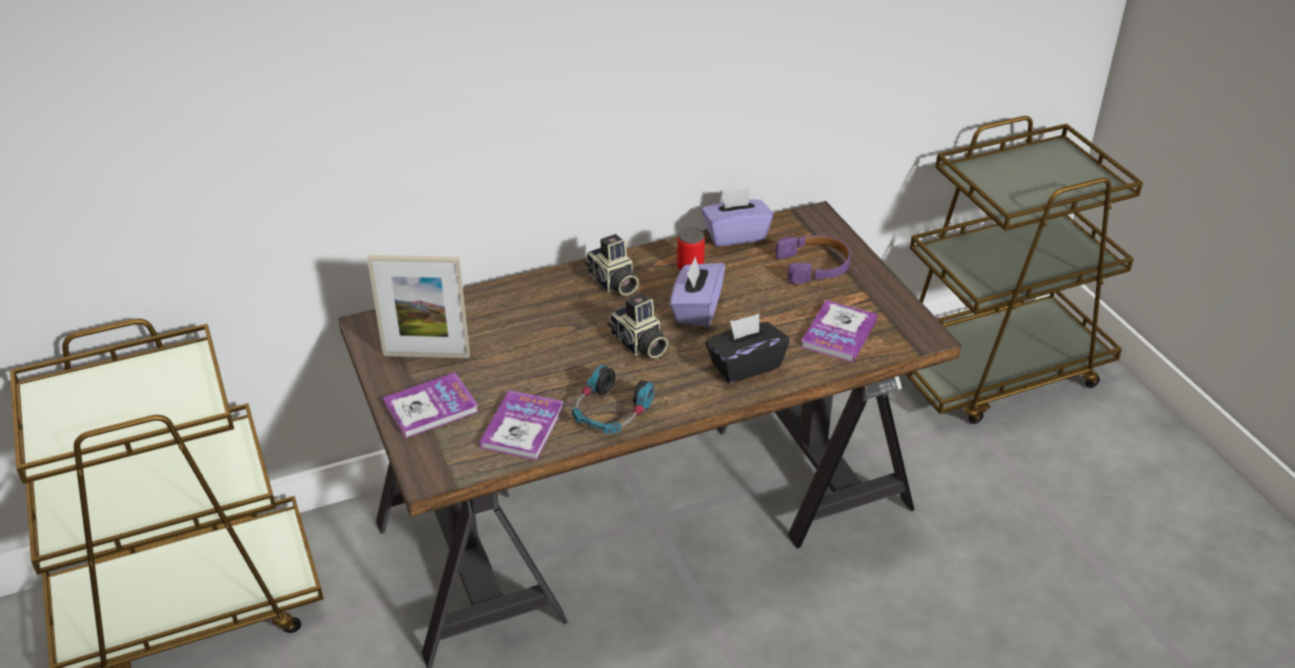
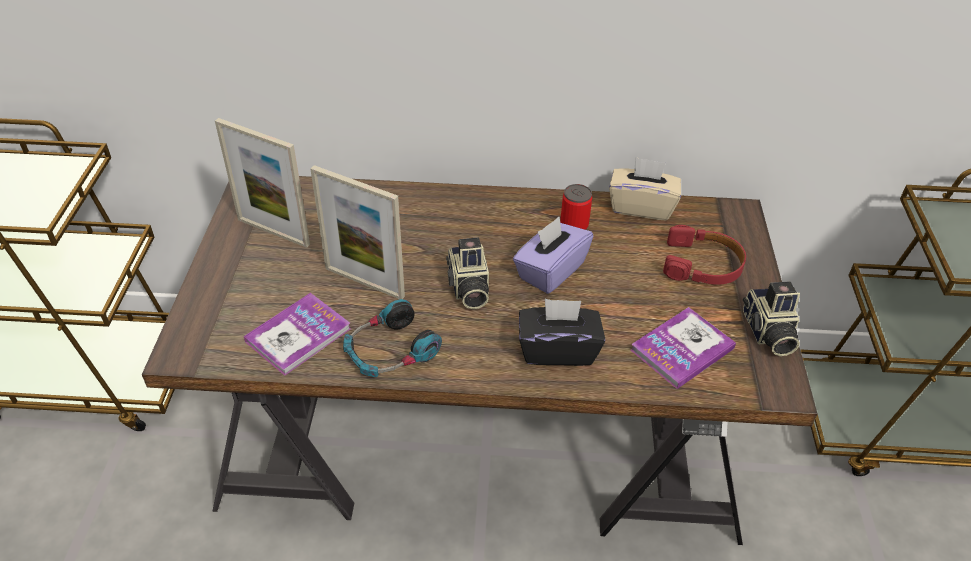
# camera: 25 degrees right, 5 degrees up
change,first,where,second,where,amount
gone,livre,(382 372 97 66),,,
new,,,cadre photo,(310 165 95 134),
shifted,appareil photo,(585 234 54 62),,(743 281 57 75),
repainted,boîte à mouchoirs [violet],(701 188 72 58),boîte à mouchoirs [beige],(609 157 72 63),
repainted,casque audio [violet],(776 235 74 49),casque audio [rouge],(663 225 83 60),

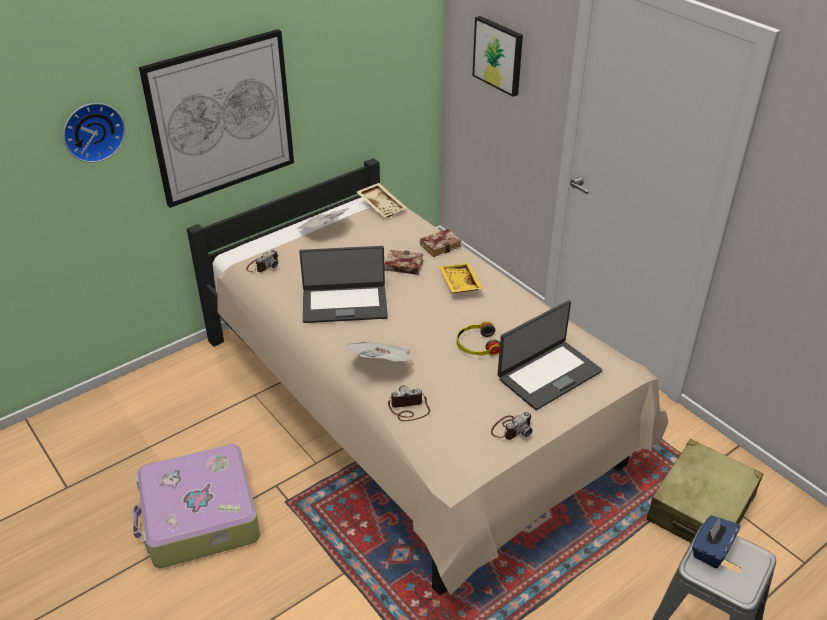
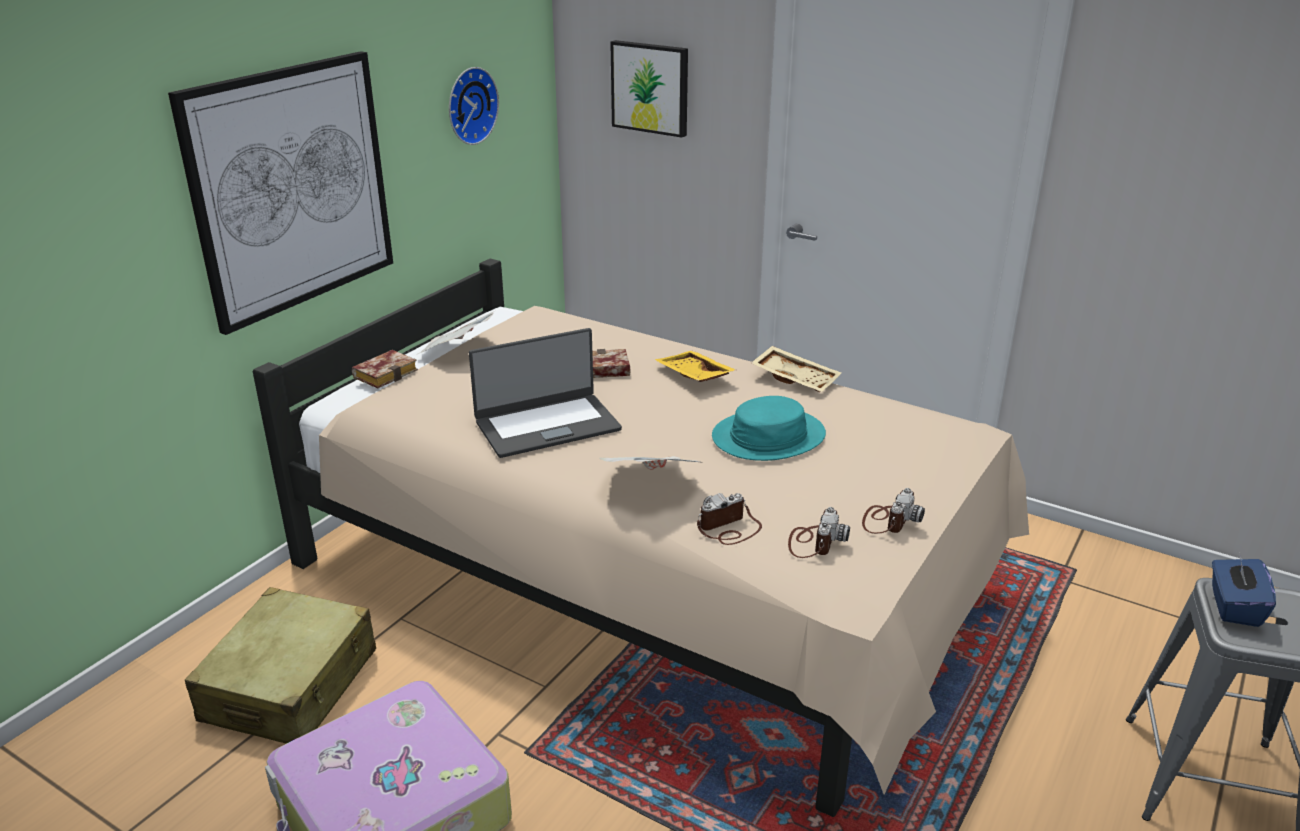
# camera: 20 degrees left, 10 degrees down
change,first,where,second,where,amount
gone,ordinateur portable,(498 300 105 110),,,
shifted,horloge murale,(63 103 62 60),,(449 67 50 78),
shifted,appareil photo,(246 249 32 23),,(788 507 62 51),
shifted,plateau [beige],(357 183 50 34),,(751 346 90 46),
shifted,livre,(420 229 42 28),,(352 350 66 38),
shifted,valise [beige],(646 439 117 104),,(185 587 191 156),
swapped,casque audio,(457 321 43 35),chapeau [turquoise],(712 396 114 65),

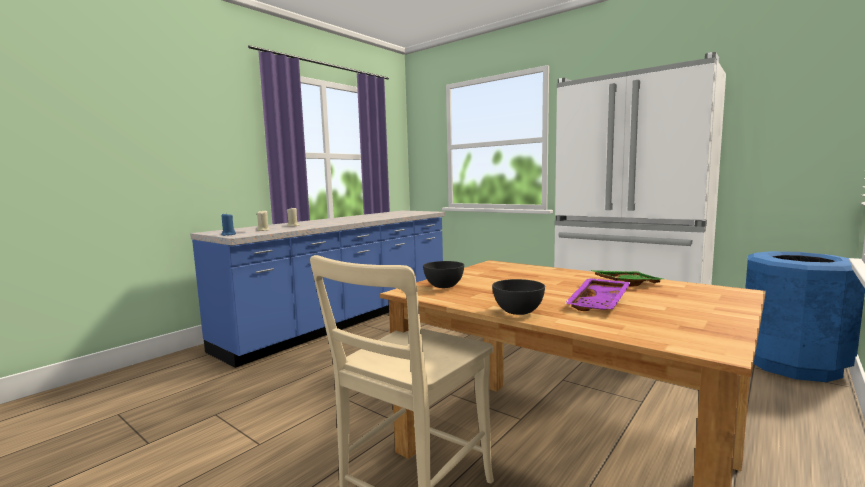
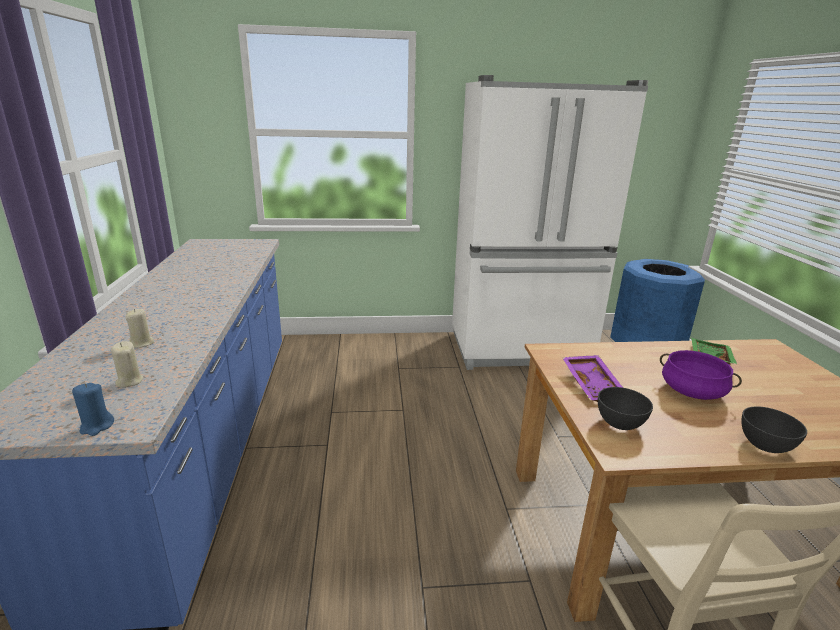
# camera: 45 degrees left, 15 degrees up
change,first,where,second,where,amount
new,,,marmite [violet],(660 350 82 50),
shifted,plateau [violet],(564 278 67 33),,(562 355 61 47),

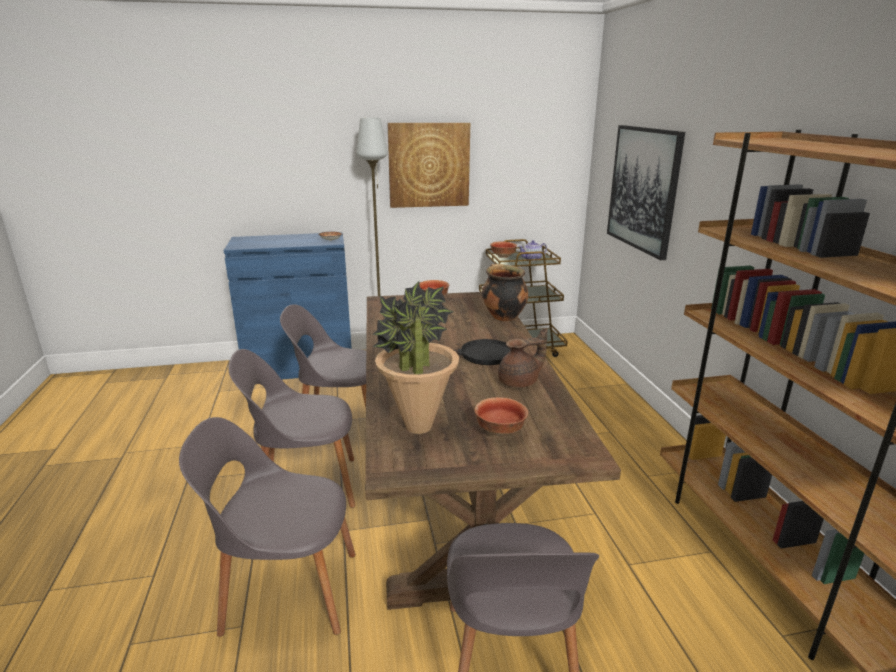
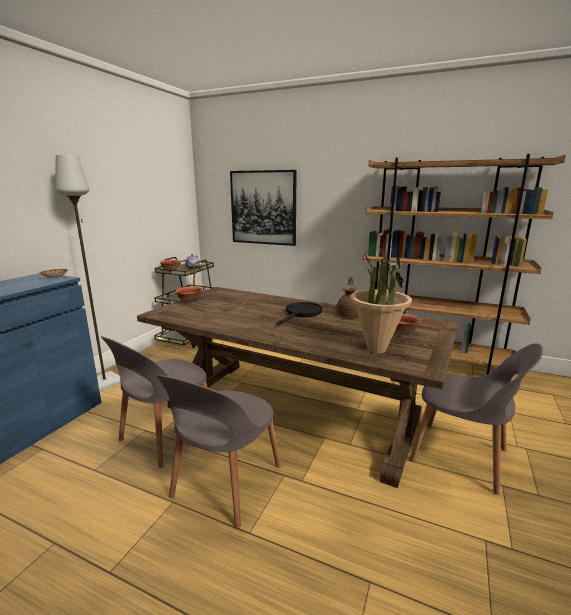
# camera: 55 degrees left, 5 degrees down
change,first,where,second,where,amount
gone,chaise [gris],(179 417 176 220),,,
gone,tableau,(388 123 82 85),,,
gone,marmite,(482 264 46 57),,,

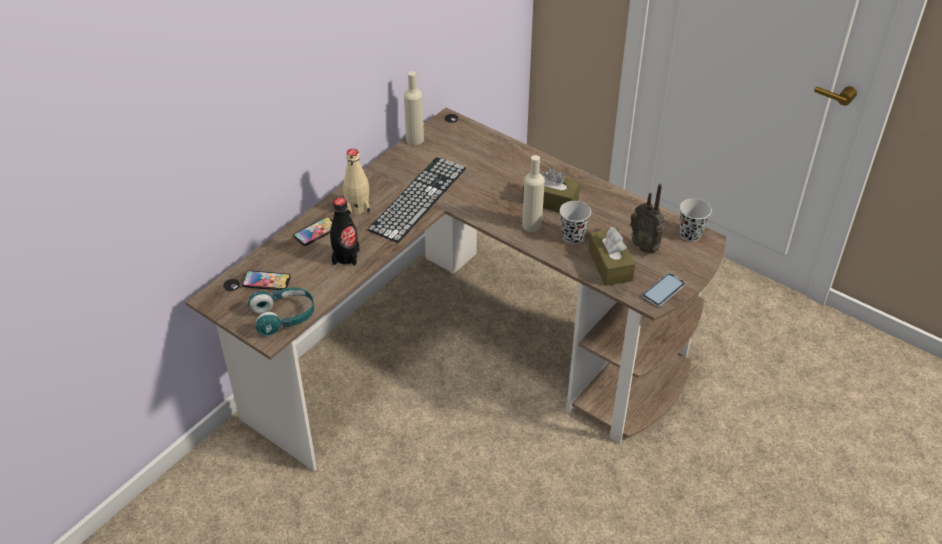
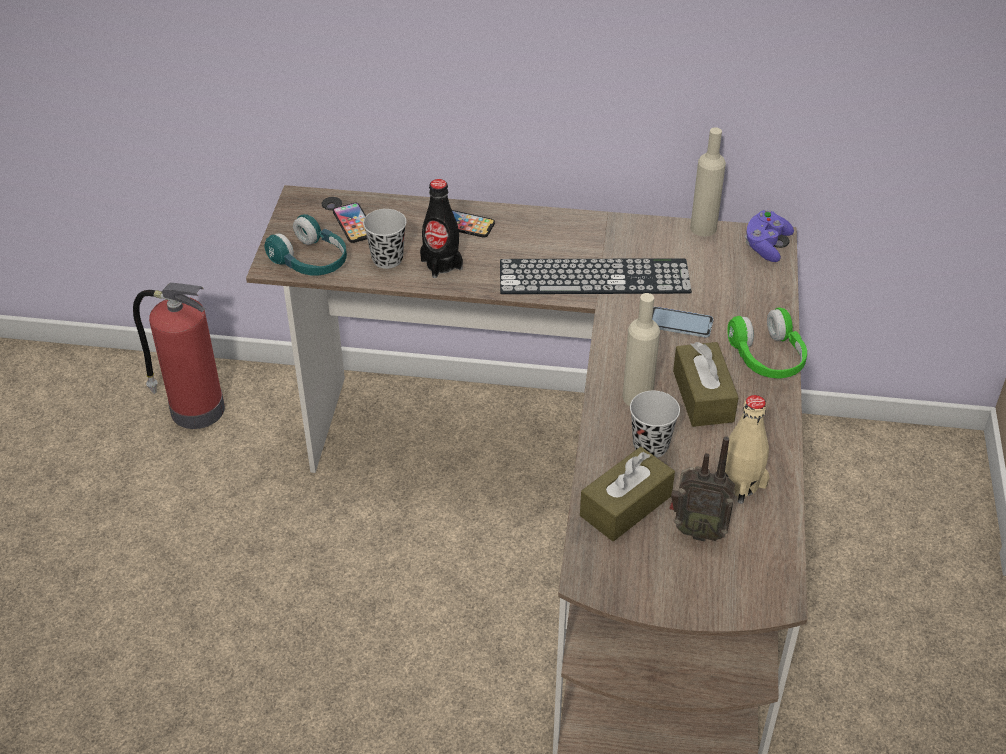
# camera: 60 degrees right, 0 degrees up
change,first,where,second,where,amount
new,,,extincteur,(133 283 92 146),
new,,,casque audio [vert],(727 308 80 70),
new,,,manette [violet],(745 210 49 52),
shifted,bouteille [beige],(343 149 27 66),,(716 395 53 109),
shifted,téléphone,(642 273 43 34),,(652 307 61 31),
shifted,tasse [noir],(680 198 32 44),,(363 209 44 60),
rotated,radio,(630 184 35 70),,(669 436 66 106),90 degrees counterclockwise

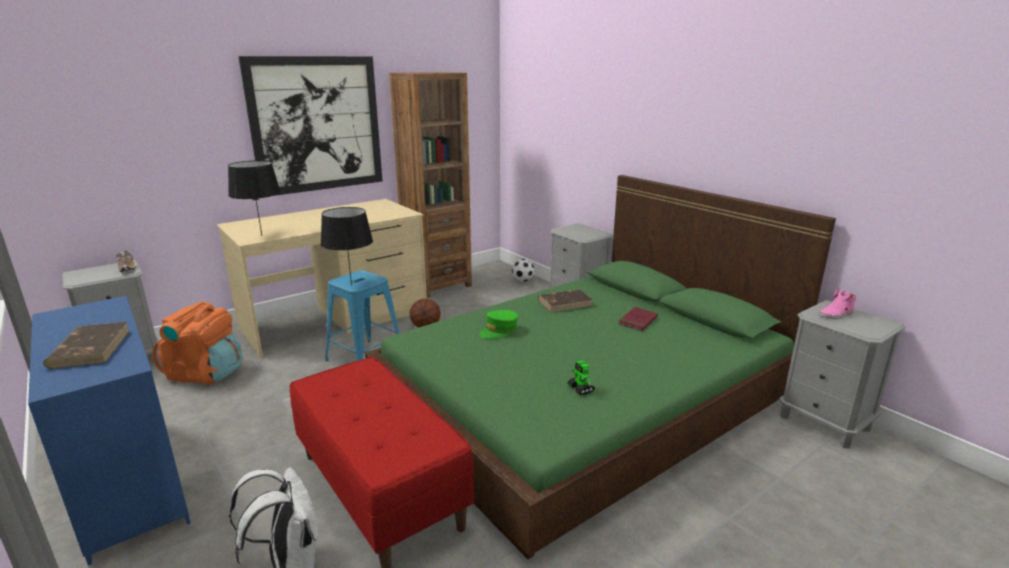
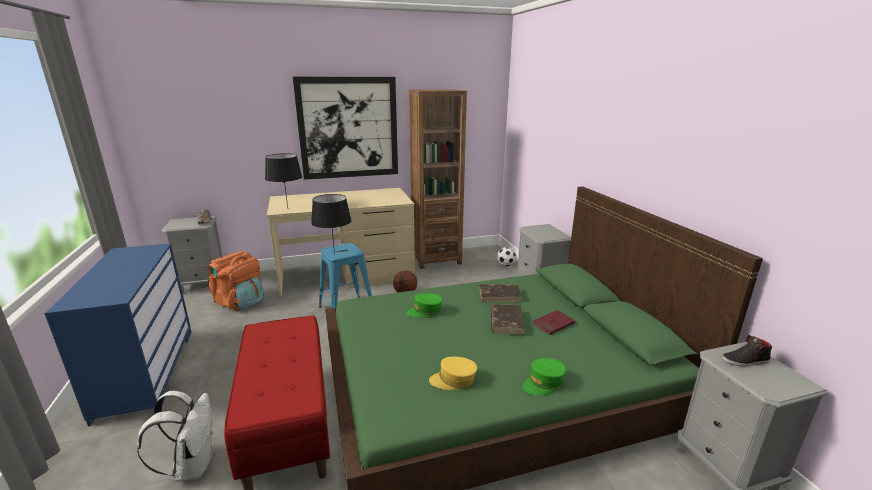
# camera: 20 degrees right, 0 degrees up
change,first,where,second,where,amount
new,,,casquette [vert],(523 358 43 38),
shifted,livre [marron],(43 322 87 47),,(490 304 35 31),
swapped,robot jouet,(567 360 28 35),casquette [jaune],(429 357 48 33),
repainted,chaussure [rose],(819 290 38 29),chaussure [noir],(722 335 50 32),

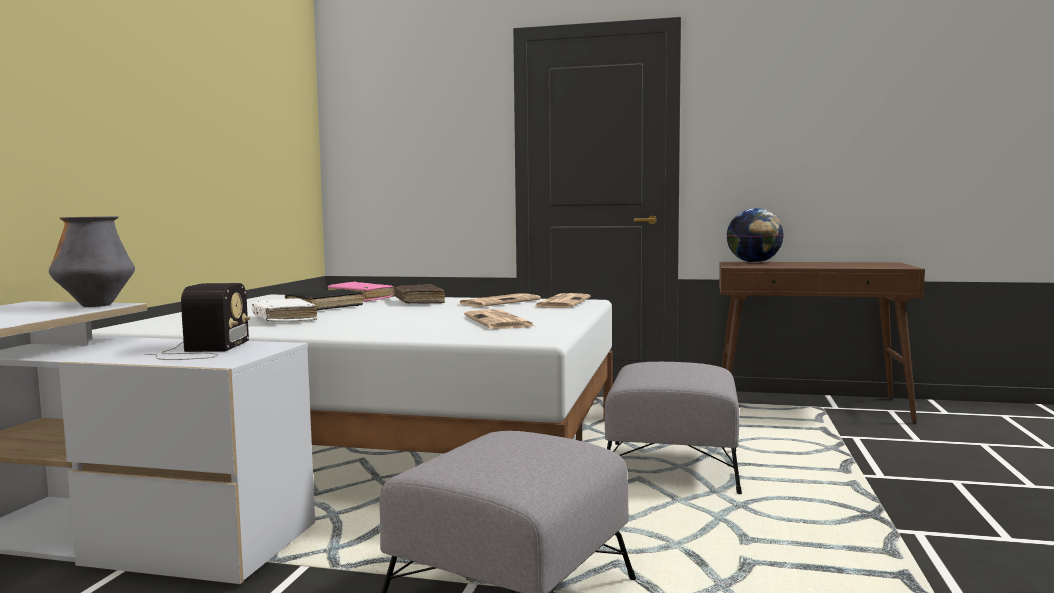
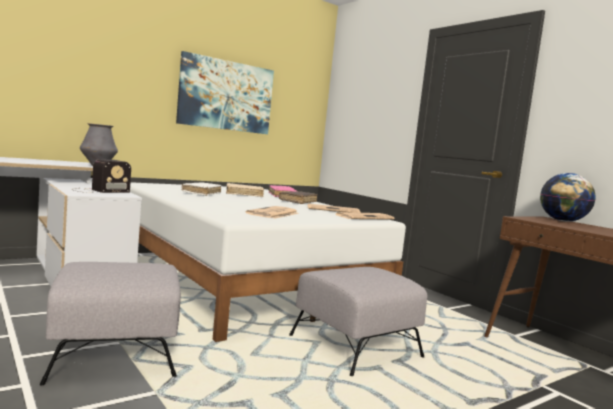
# camera: 40 degrees right, 0 degrees up
change,first,where,second,where,amount
new,,,tableau,(176 51 98 83),
repainted,livre [noir],(285 289 78 22),livre [beige],(226 183 38 14),

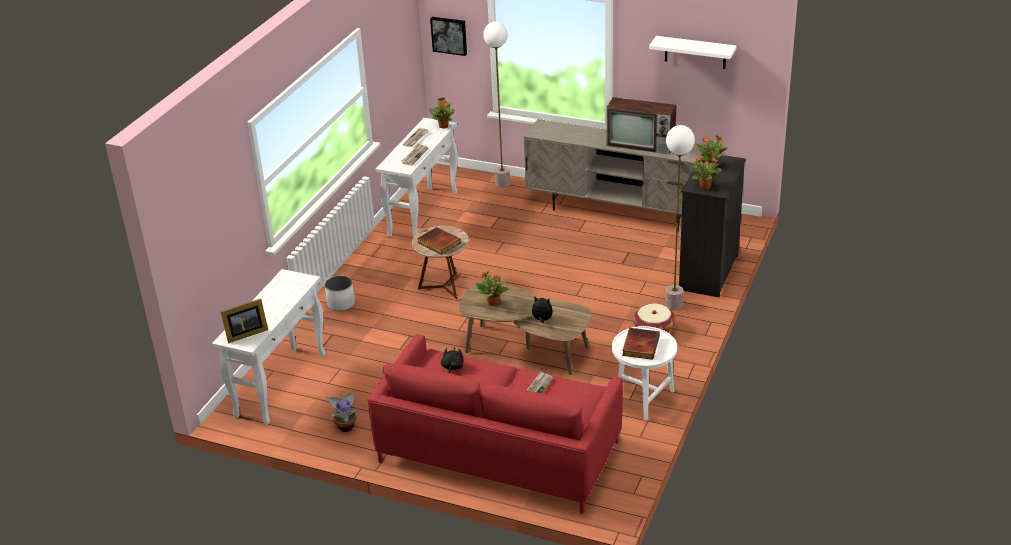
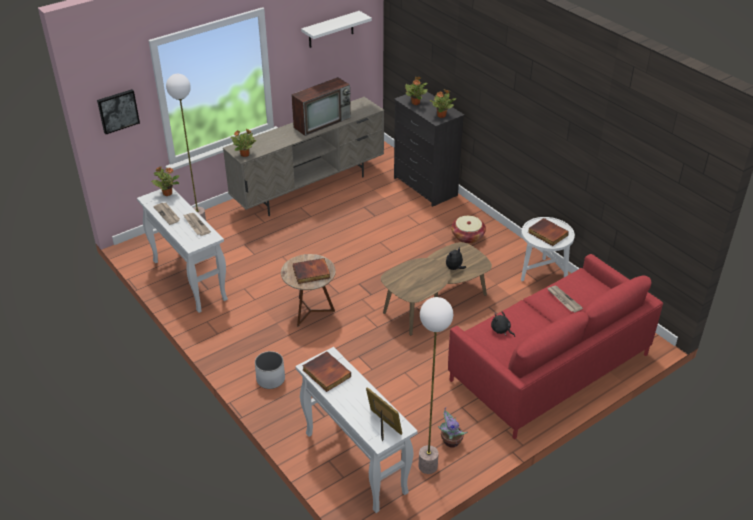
# camera: 60 degrees left, 5 degrees up
change,first,where,second,where,amount
new,,,livre,(302 352 49 40),
shifted,plante en pot,(476 271 33 35),,(230 129 26 28),
shifted,lampadaire,(665 125 30 185),,(418 297 35 177),
rotated,cadre photo,(221 298 47 45),,(366 387 36 55),45 degrees counterclockwise

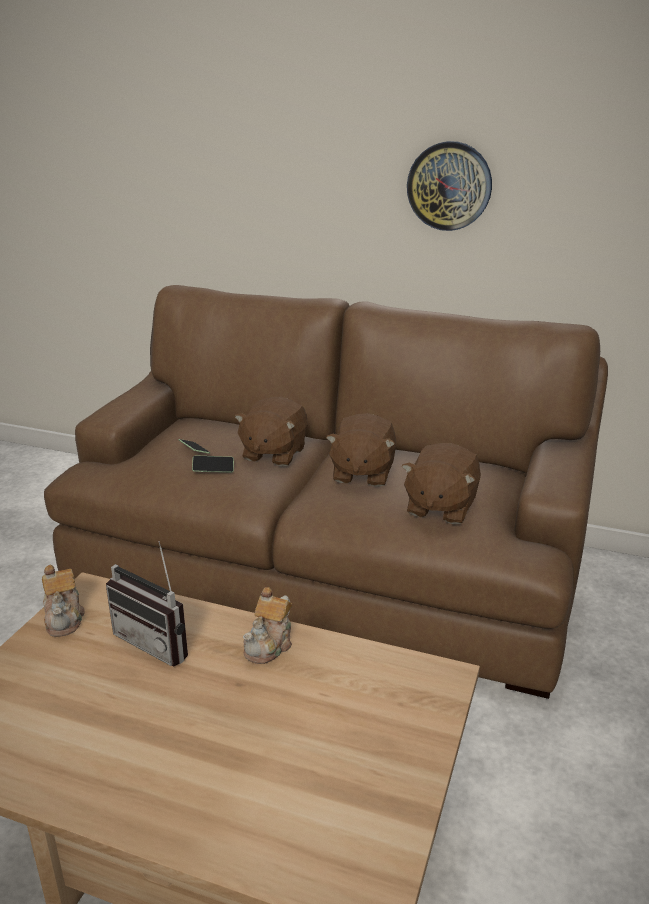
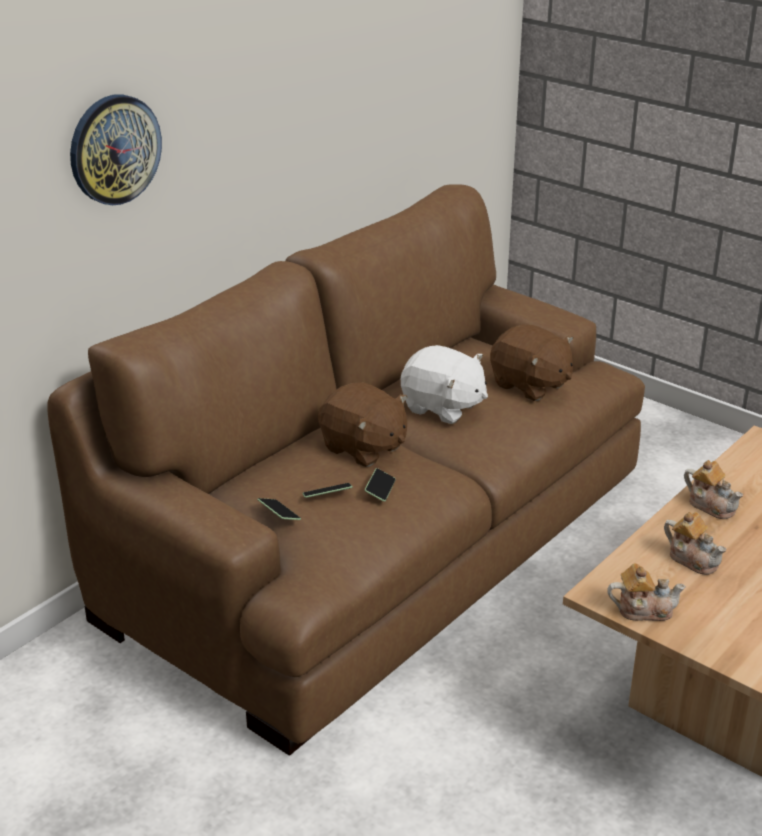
# camera: 70 degrees left, 5 degrees up
change,first,where,second,where,amount
new,,,téléphone,(257 498 44 22),
shifted,horloge murale,(407 141 85 90),,(70 94 92 111),
swapped,radio,(106 541 82 126),théière,(664 512 62 63),
repainted,peluche [marron],(326 413 70 74),peluche [blanc],(401 345 87 79),

